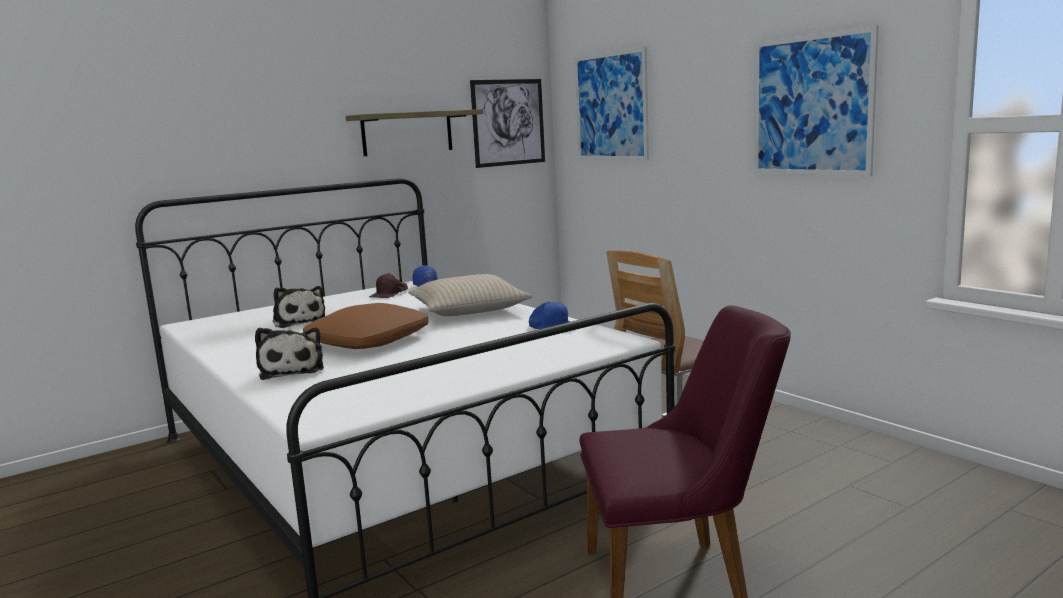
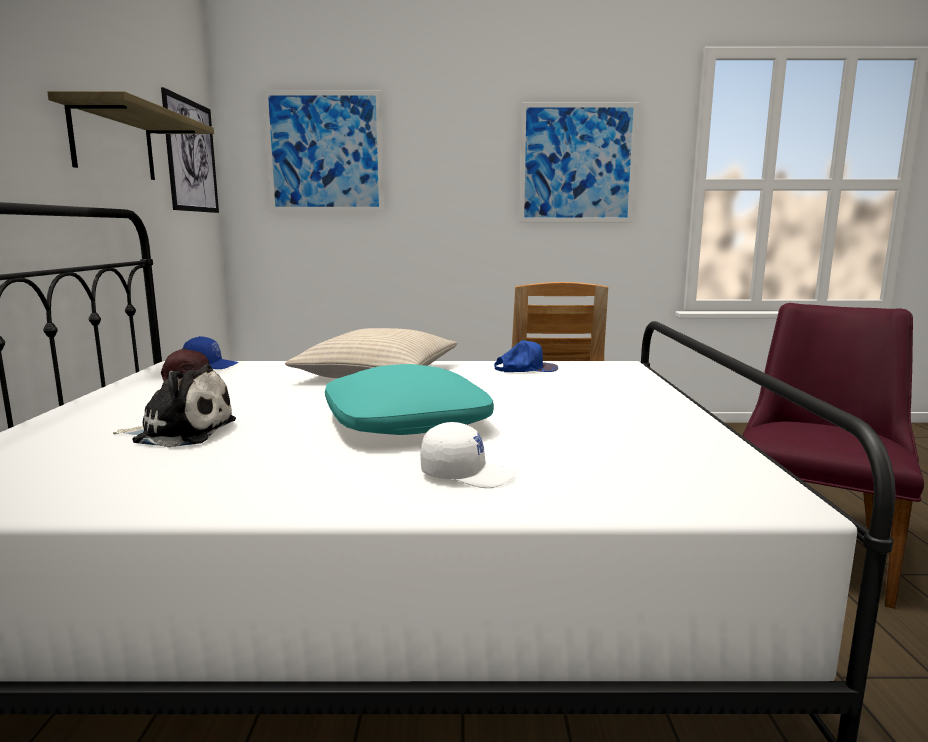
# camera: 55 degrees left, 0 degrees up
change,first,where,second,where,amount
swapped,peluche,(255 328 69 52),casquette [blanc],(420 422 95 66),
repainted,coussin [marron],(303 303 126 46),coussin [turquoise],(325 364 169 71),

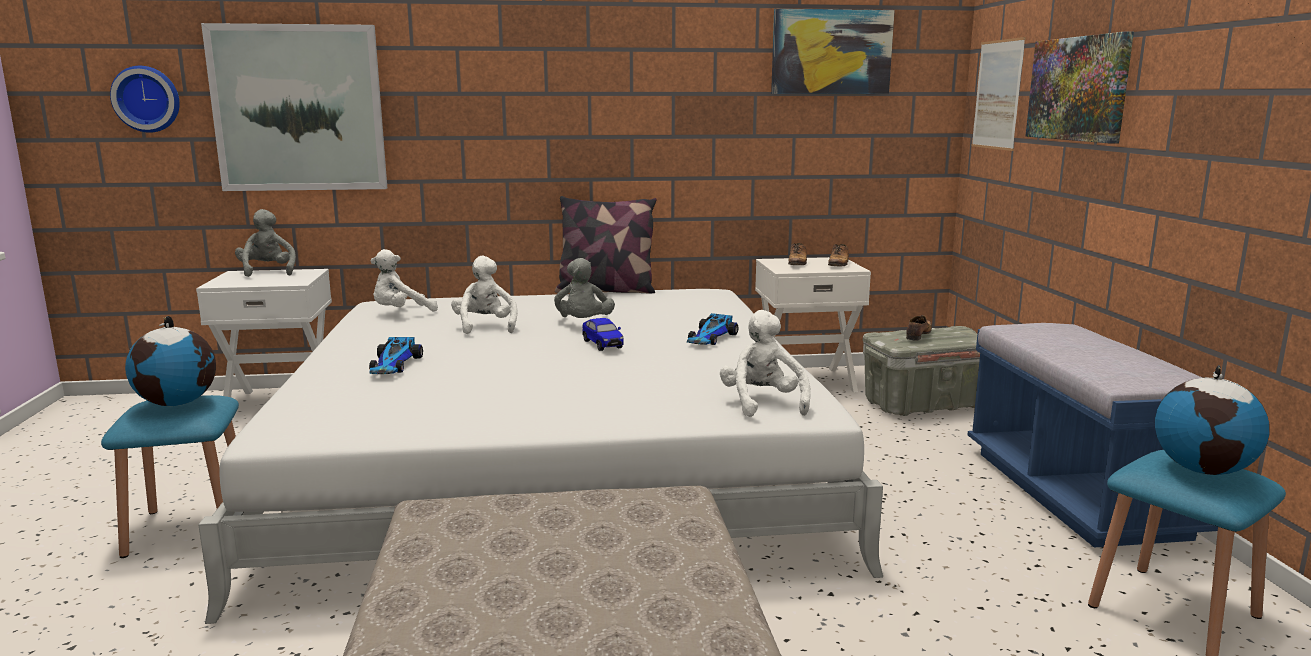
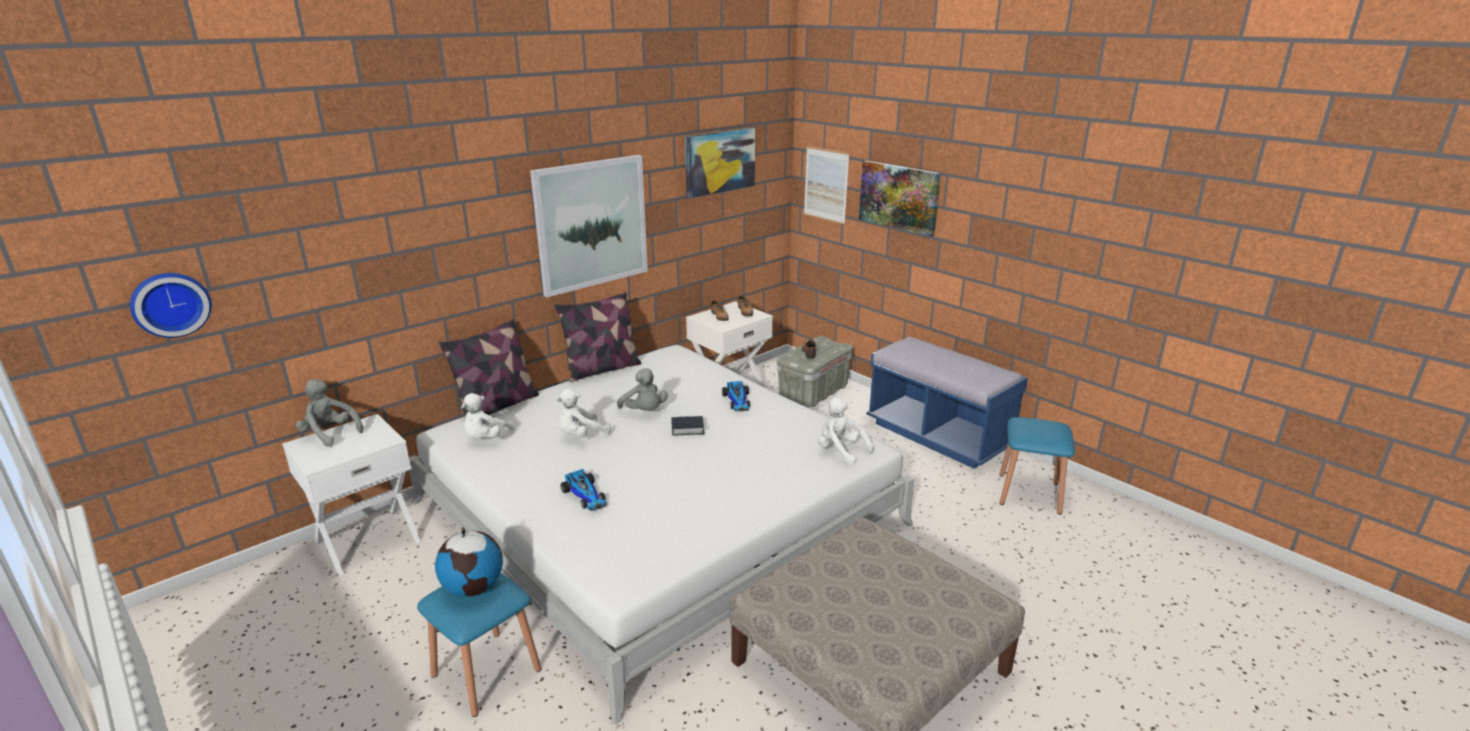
# camera: 35 degrees left, 10 degrees up
change,first,where,second,where,amount
gone,globe,(1155 365 115 110),,,
new,,,coussin,(439 319 100 96),
shifted,tableau,(201 23 186 168),,(530 155 118 142),
swapped,petite voiture,(582 318 41 33),livre,(671 416 34 19),
rotated,peluche [blanc],(451 256 67 78),,(556 389 56 49),75 degrees counterclockwise

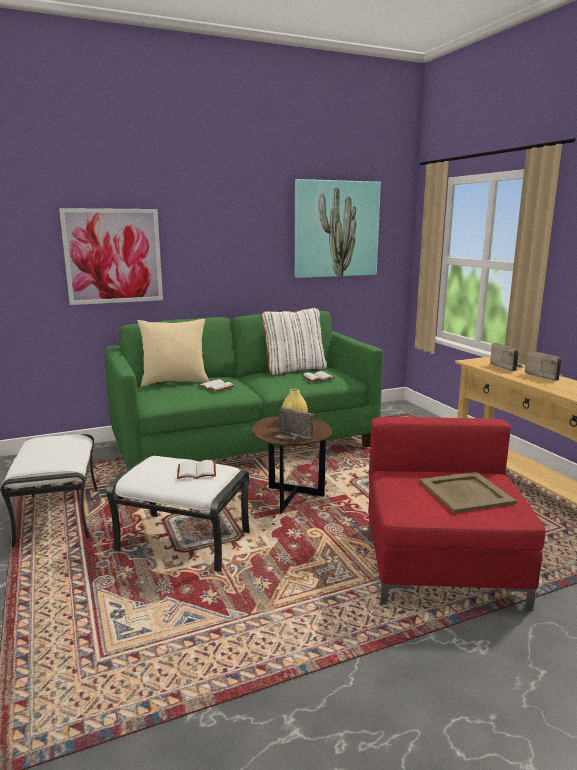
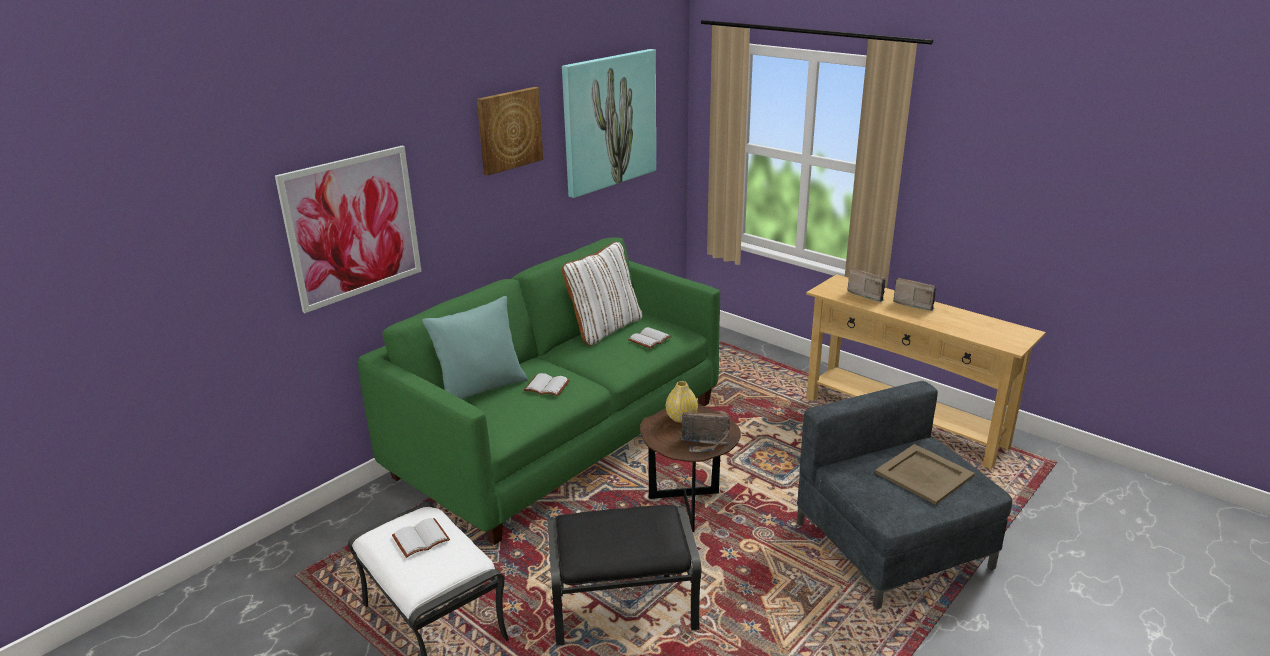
# camera: 25 degrees left, 10 degrees up
change,first,where,second,where,amount
new,,,tableau,(477 87 66 88),
shifted,livre [blanc],(177 460 39 19),,(392 518 58 40),
repainted,pouf [blanc],(106 456 144 116),pouf [noir],(547 505 154 141),
repainted,coussin [beige],(138 319 71 68),coussin [turquoise],(422 296 106 104),
repainted,fauteuil [rouge],(368 417 177 194),fauteuil [gris],(797 381 215 229),

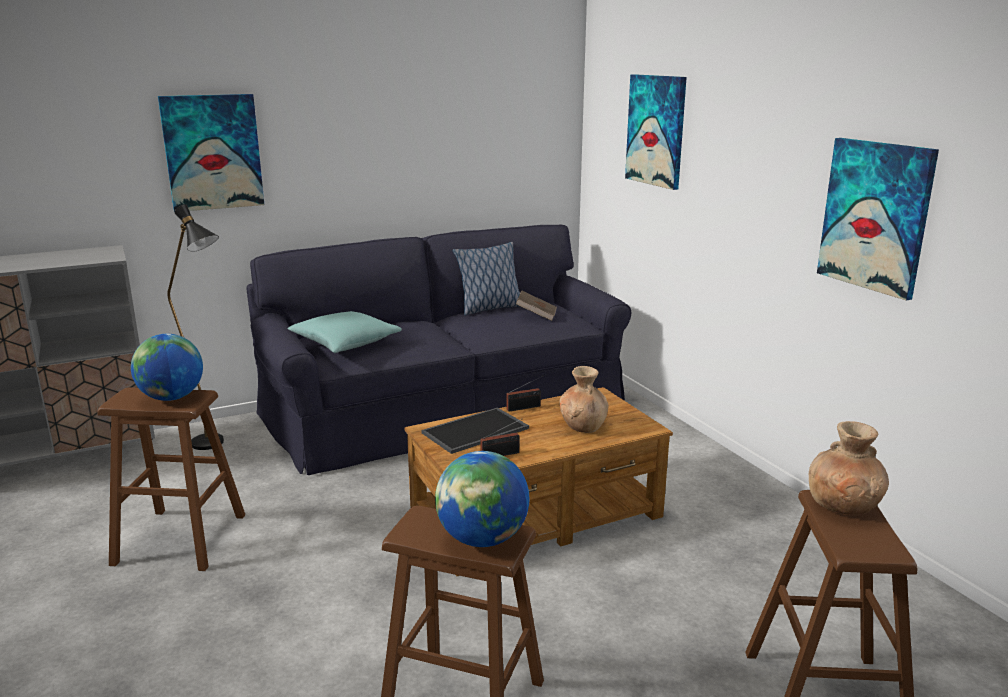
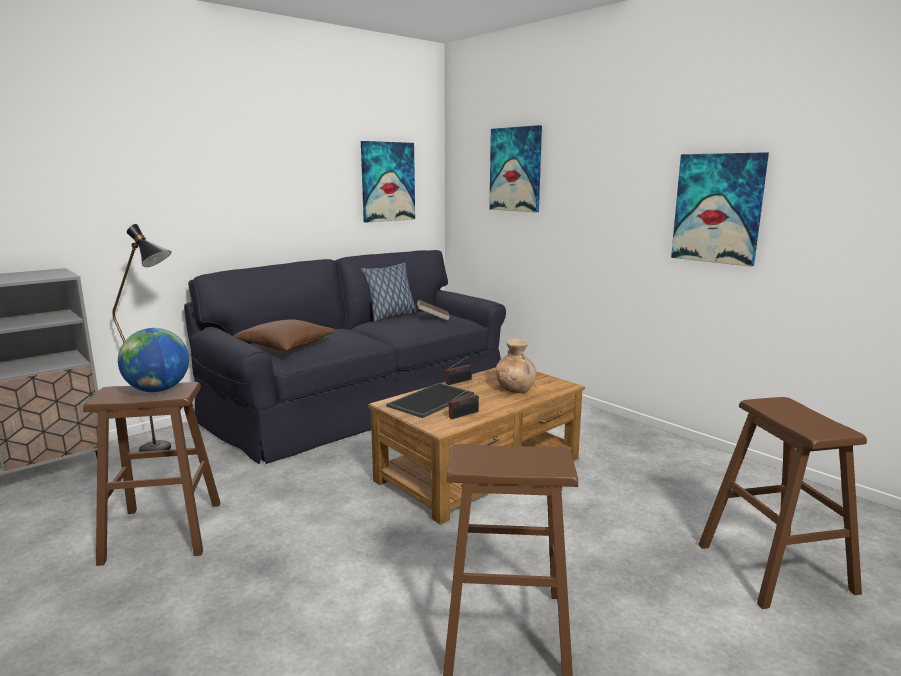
# camera: 15 degrees left, 5 degrees down
change,first,where,second,where,amount
gone,globe,(435 451 94 96),,,
gone,vase [marron],(809 421 80 94),,,
shifted,tableau,(158 94 107 118),,(361 141 54 81),
repainted,coussin [turquoise],(287 311 115 42),coussin [marron],(233 319 103 32),

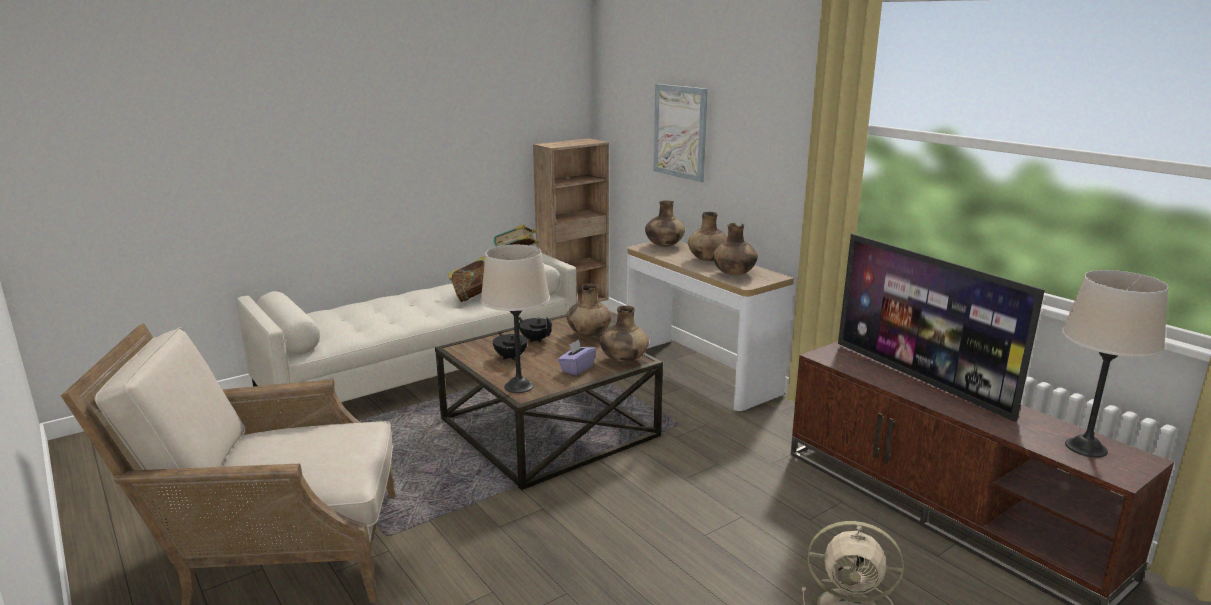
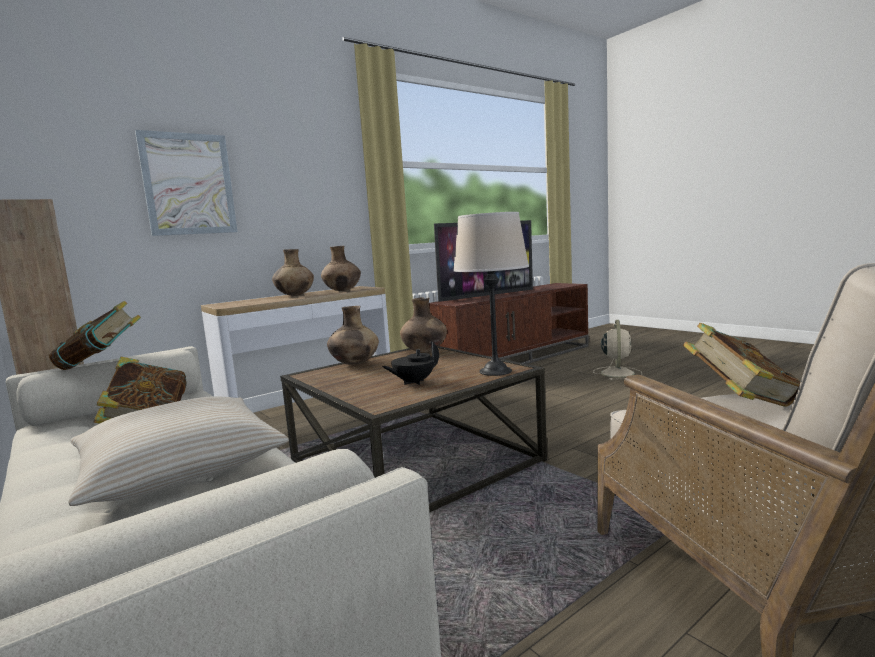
# camera: 90 degrees left, 10 degrees down
change,first,where,second,where,amount
gone,théière [noir],(519 317 33 25),,,
gone,boîte à mouchoirs [violet],(558 340 38 35),,,
gone,vase [marron],(645 200 40 47),,,
gone,lampe de table [beige],(1062 270 107 187),,,
new,,,coussin [beige],(68 396 221 110),
new,,,livre,(683 323 117 84),

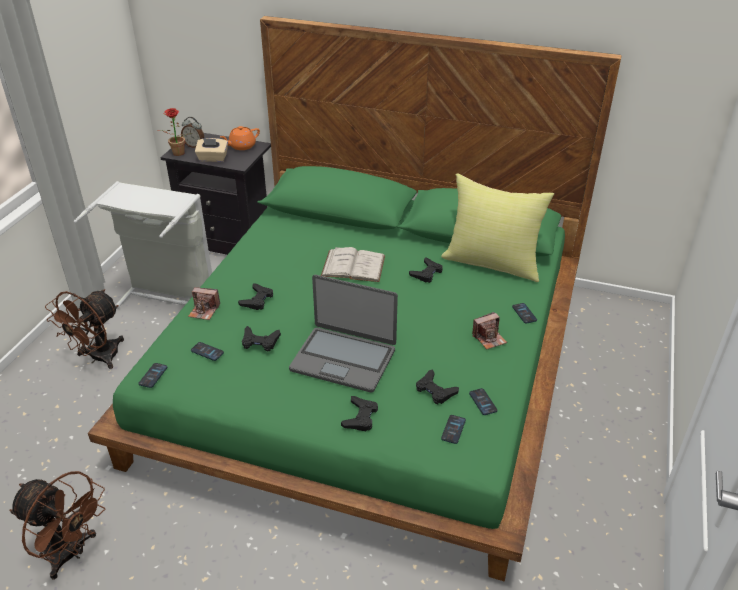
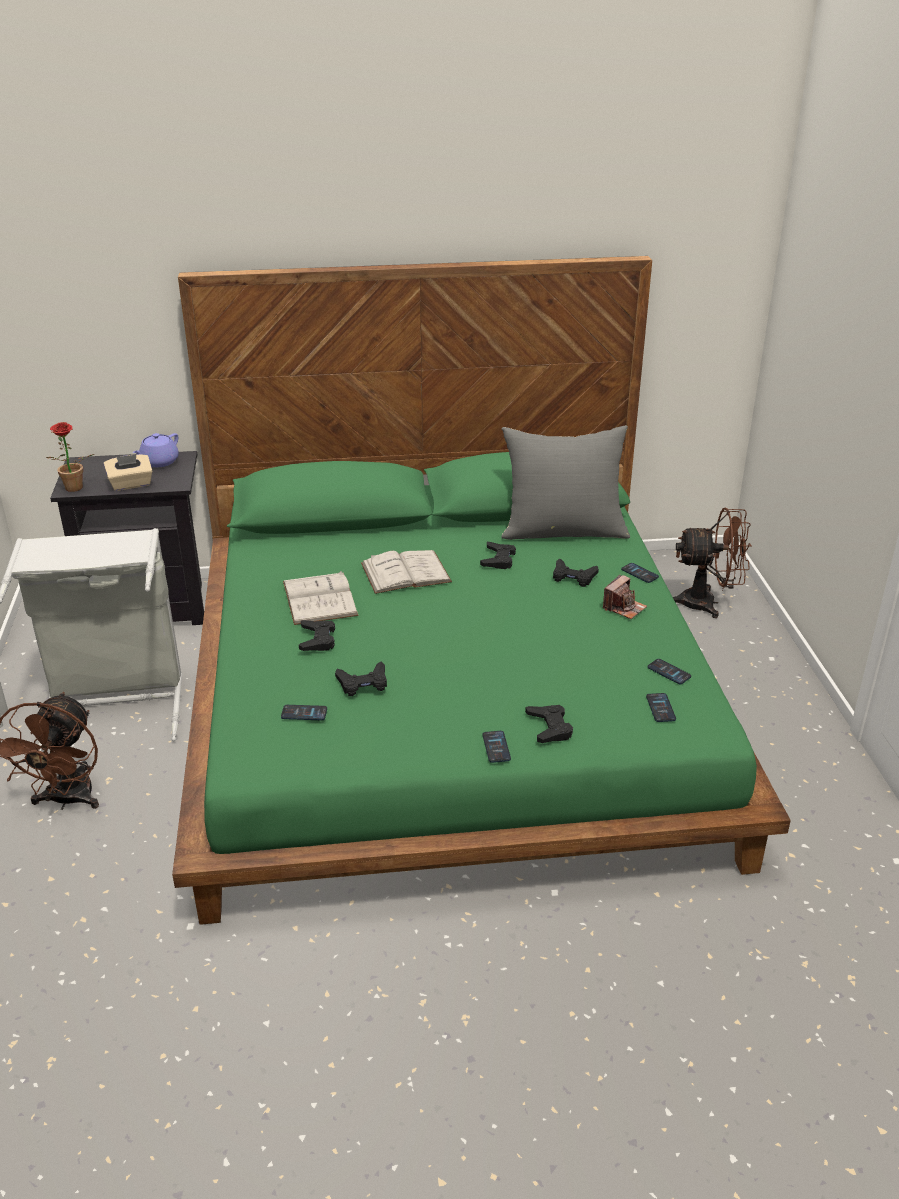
# camera: 25 degrees left, 5 degrees down
change,first,where,second,where,amount
gone,réveil,(181 117 23 31),,,
gone,appareil photo,(188 287 32 33),,,
gone,ordinateur portable,(289 275 109 118),,,
new,,,livre [blanc],(283 571 75 54),
shifted,ventilateur [marron],(10 471 96 109),,(673 508 79 110),
shifted,téléphone,(138 363 30 25),,(483 731 28 32),
shifted,manette [noir],(416 369 43 35),,(553 559 46 28),
repainted,théière [orange],(220 126 40 24),théière [violet],(133 433 46 34),
repainted,coussin [jaune],(441 173 113 109),coussin [gris],(501 425 129 115),

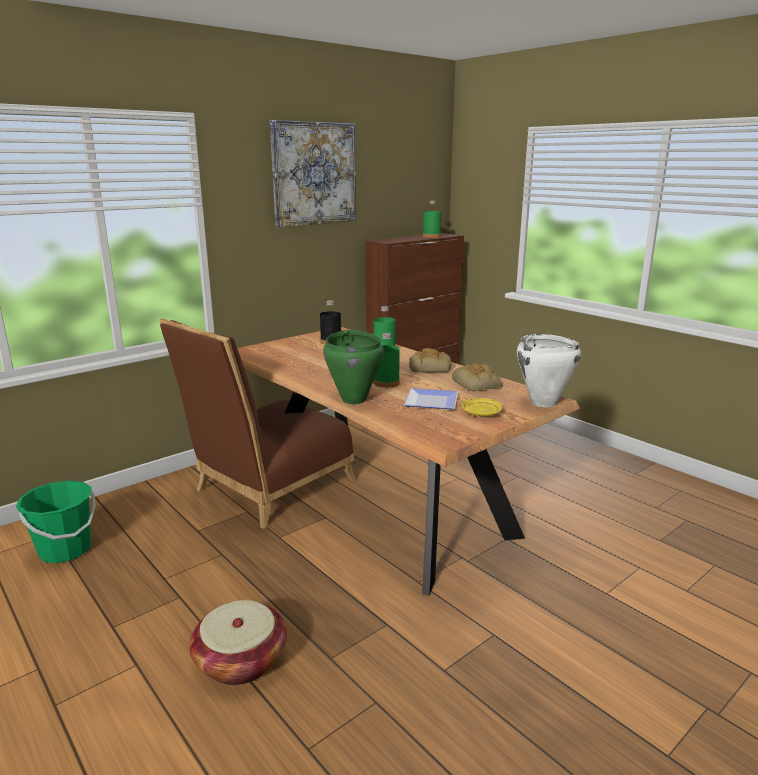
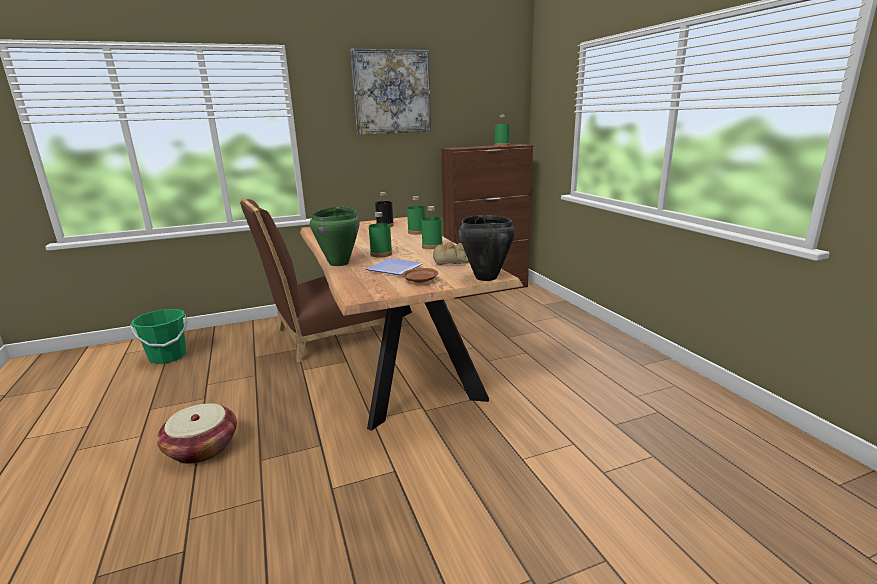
# camera: 20 degrees right, 0 degrees up
change,first,where,second,where,amount
swapped,pain,(409 348 43 25),bouteille [vert],(421 206 22 43),
repainted,assiette [jaune],(461 398 42 19),assiette [marron],(403 268 35 15),
repainted,marmite [blanc],(517 334 64 73),marmite [noir],(459 215 56 66),

